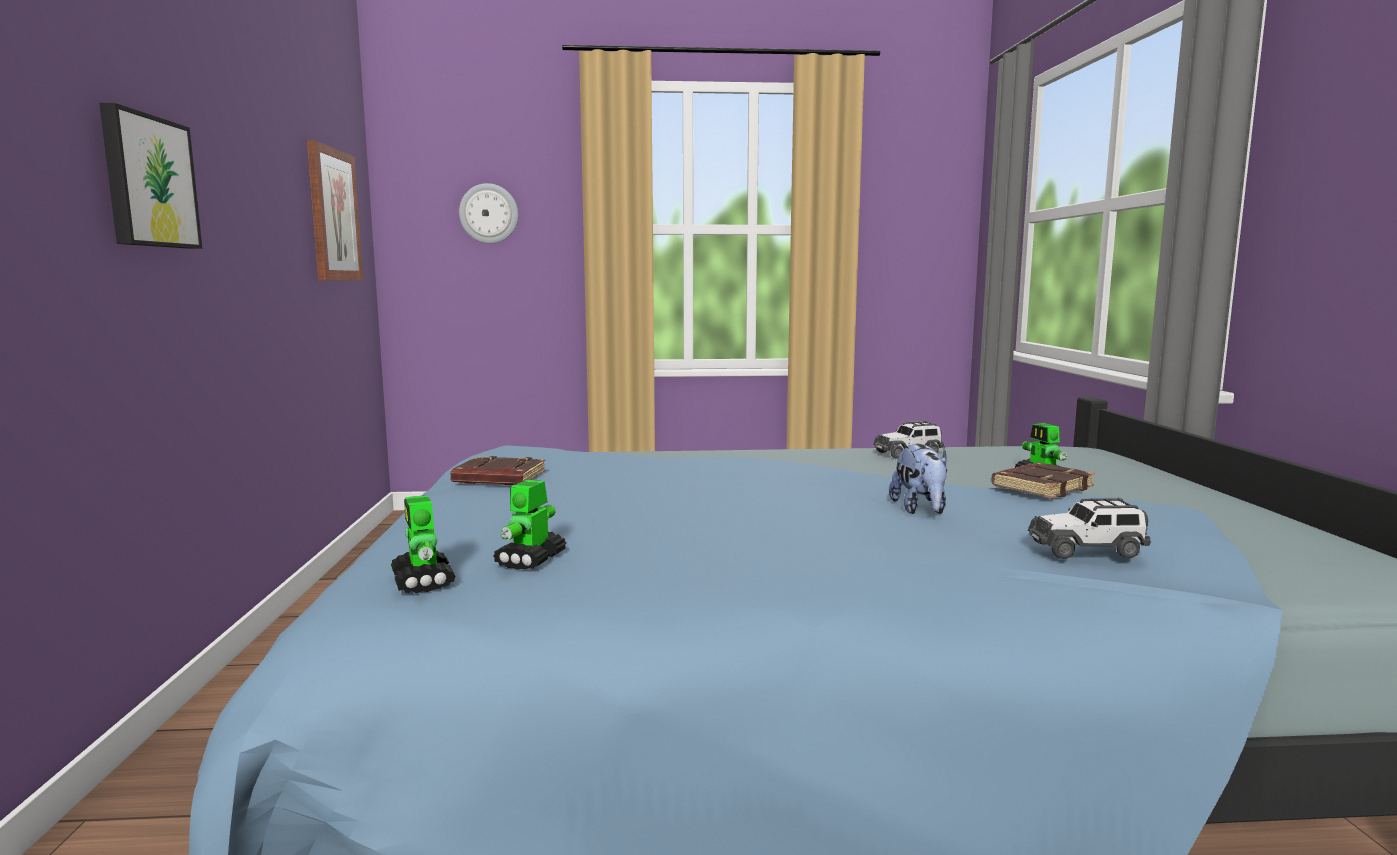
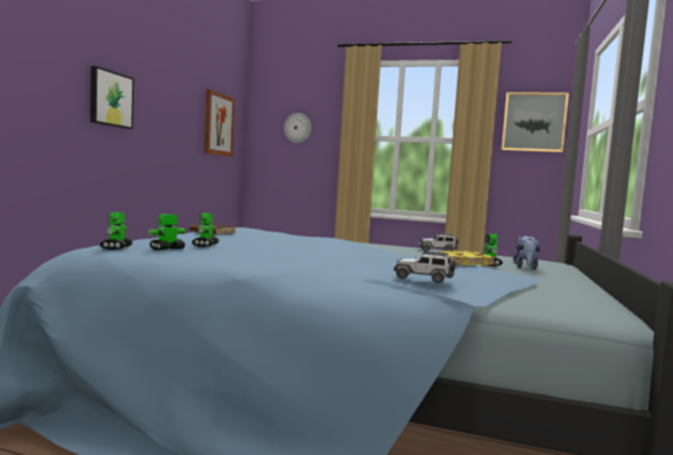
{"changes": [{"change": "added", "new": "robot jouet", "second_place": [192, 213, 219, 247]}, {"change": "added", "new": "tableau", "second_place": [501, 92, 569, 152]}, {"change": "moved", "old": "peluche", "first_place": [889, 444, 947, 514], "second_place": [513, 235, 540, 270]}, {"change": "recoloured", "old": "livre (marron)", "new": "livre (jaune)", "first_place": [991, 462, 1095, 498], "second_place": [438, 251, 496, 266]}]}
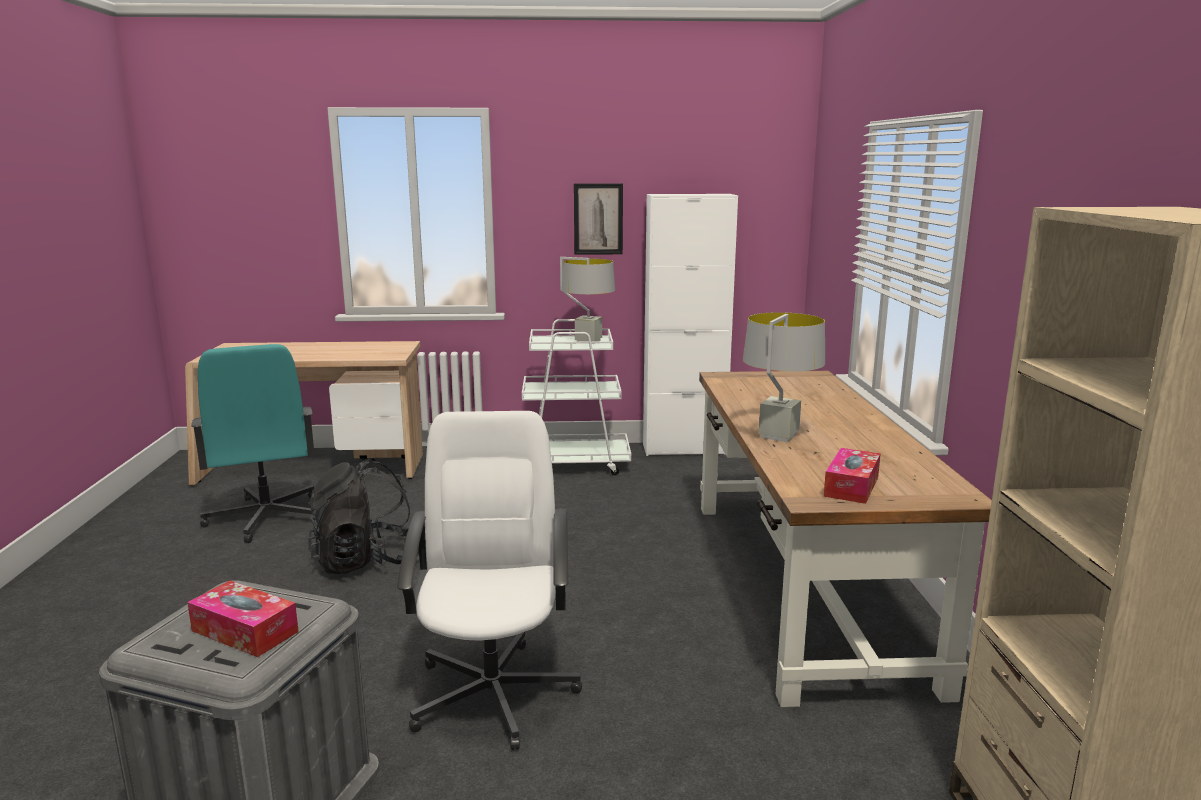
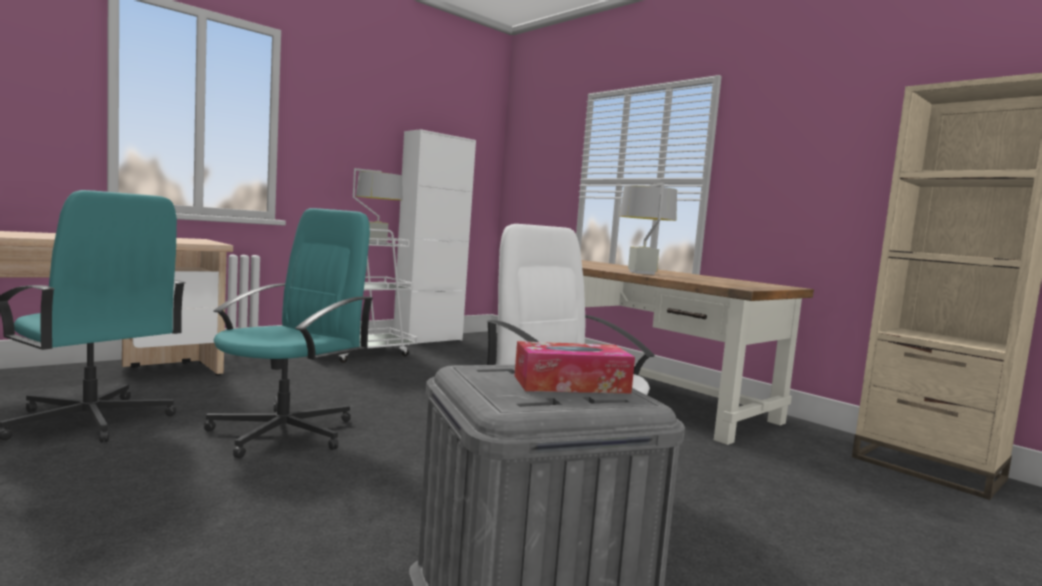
{"changes": [{"change": "removed", "old": "tableau", "first_place": [574, 183, 623, 255]}, {"change": "removed", "old": "boîte à mouchoirs", "first_place": [824, 448, 881, 504]}, {"change": "replaced", "old": "sac à dos (noir)", "new": "chaise de bureau (turquoise)", "first_place": [308, 458, 419, 574], "second_place": [204, 208, 373, 458]}]}
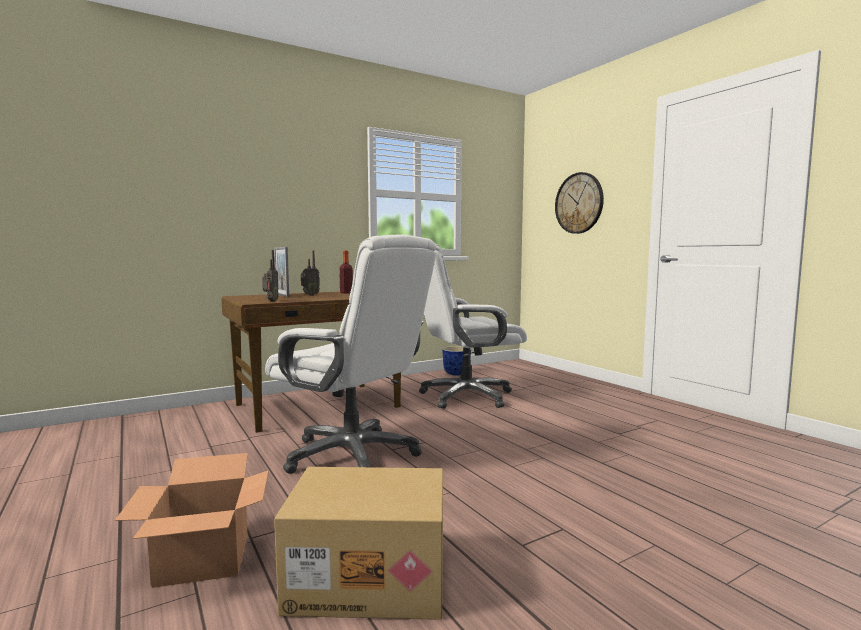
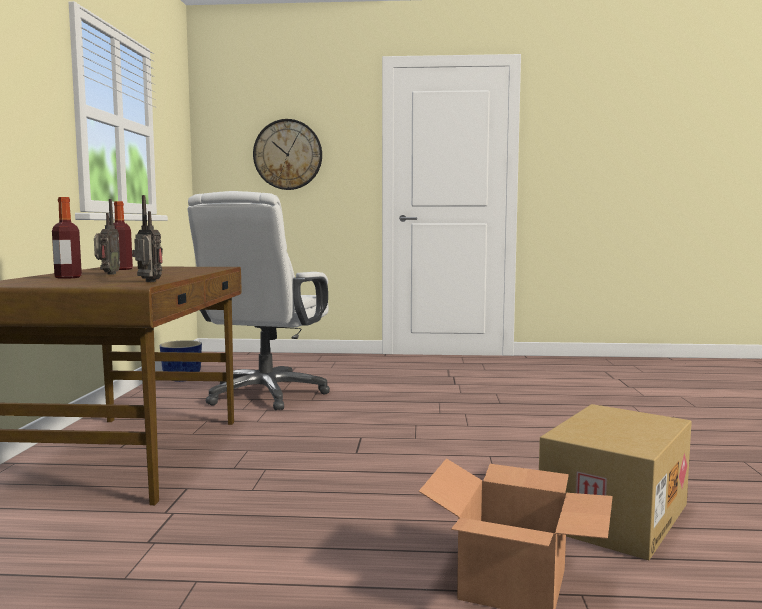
{"changes": [{"change": "removed", "old": "chaise de bureau (blanc)", "first_place": [265, 234, 436, 474]}, {"change": "replaced", "old": "cadre photo", "new": "bouteille", "first_place": [274, 247, 289, 297], "second_place": [52, 197, 82, 279]}]}
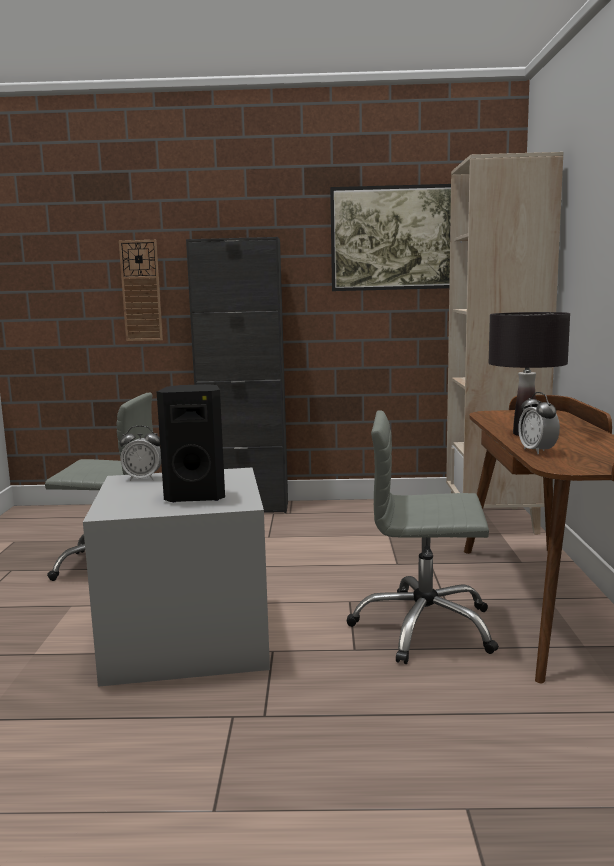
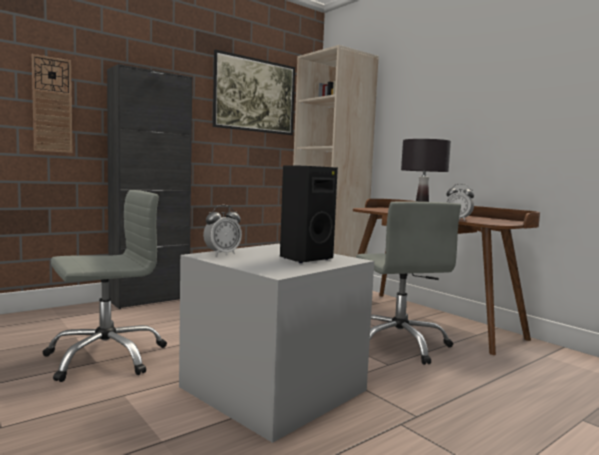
{"changes": [{"change": "turned", "old": "chaise de bureau (gris)", "first_place": [347, 410, 499, 664], "second_place": [356, 202, 461, 365], "degrees": -75}]}
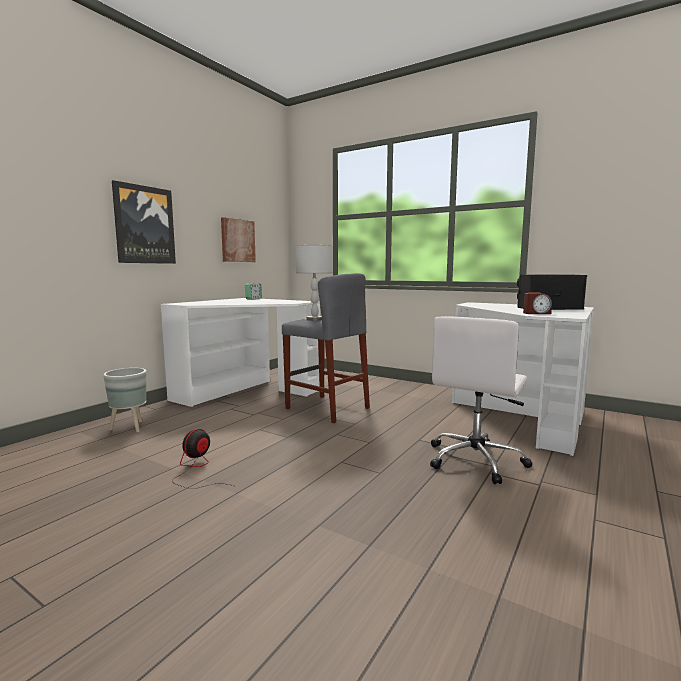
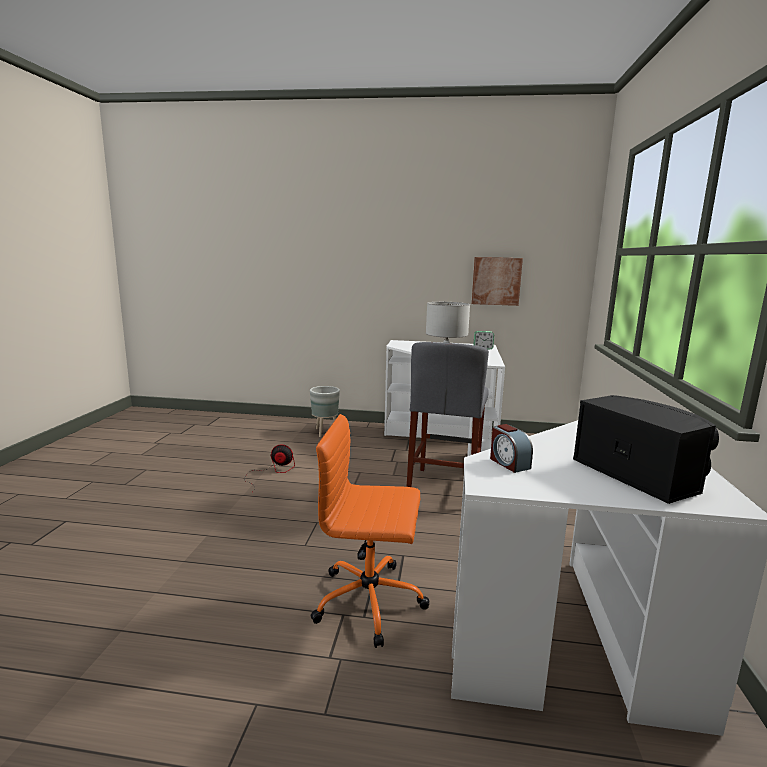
{"changes": [{"change": "removed", "old": "tableau", "first_place": [112, 180, 176, 264]}, {"change": "recoloured", "old": "chaise de bureau (blanc)", "new": "chaise de bureau (orange)", "first_place": [430, 316, 533, 484], "second_place": [310, 414, 429, 648]}]}
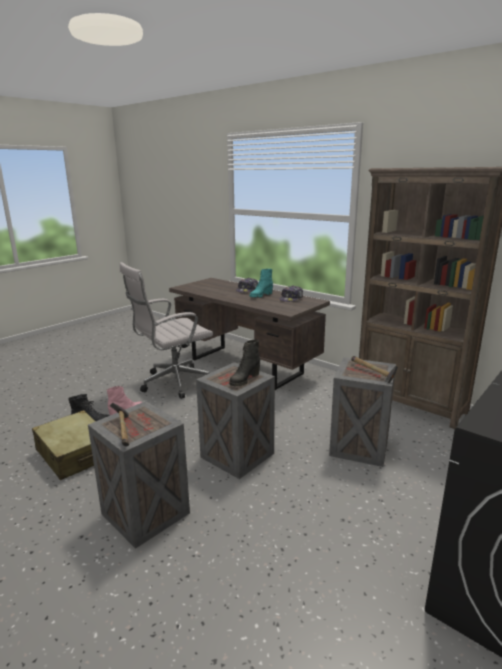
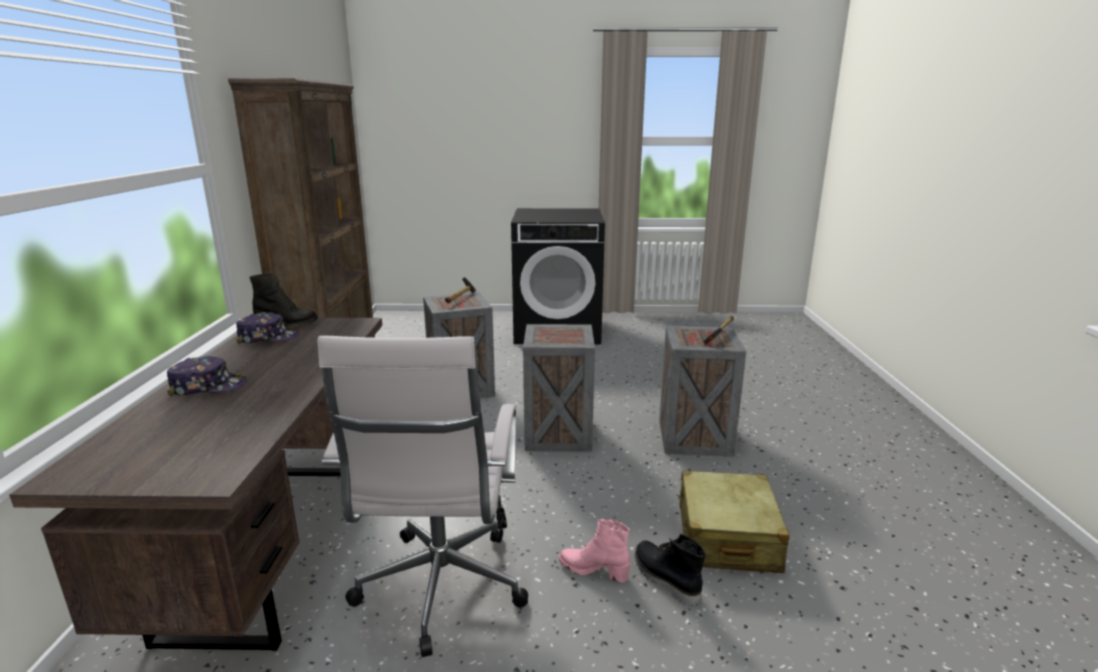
{"changes": [{"change": "removed", "old": "botte (turquoise)", "first_place": [250, 269, 273, 298]}, {"change": "moved", "old": "botte (noir)", "first_place": [229, 340, 260, 386], "second_place": [250, 274, 318, 328]}, {"change": "turned", "old": "chaise de bureau (blanc)", "first_place": [120, 262, 213, 399], "second_place": [317, 336, 528, 657], "degrees": 75}]}
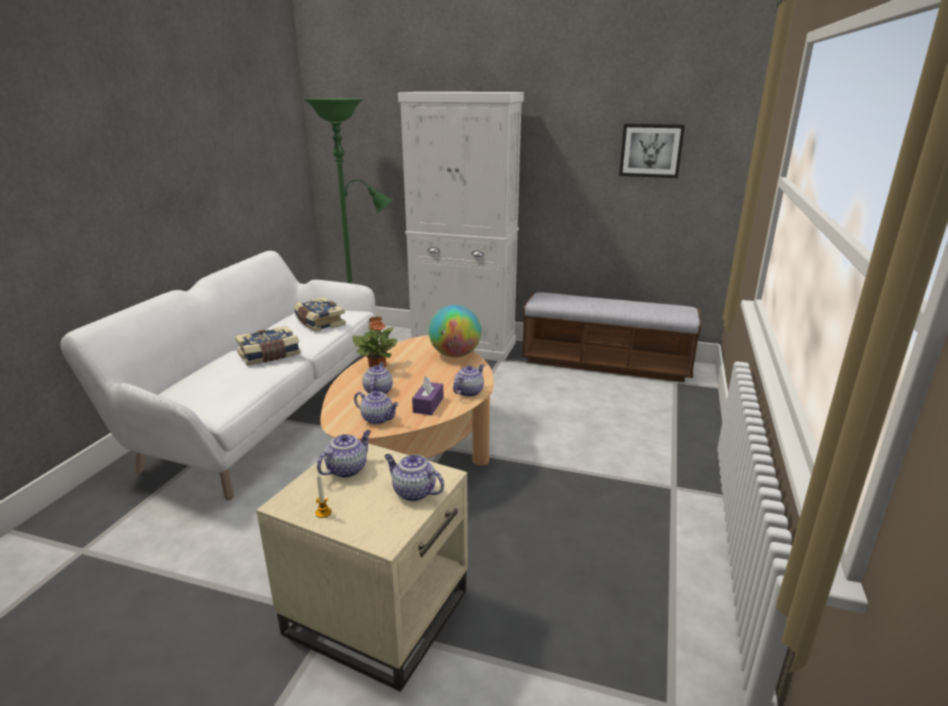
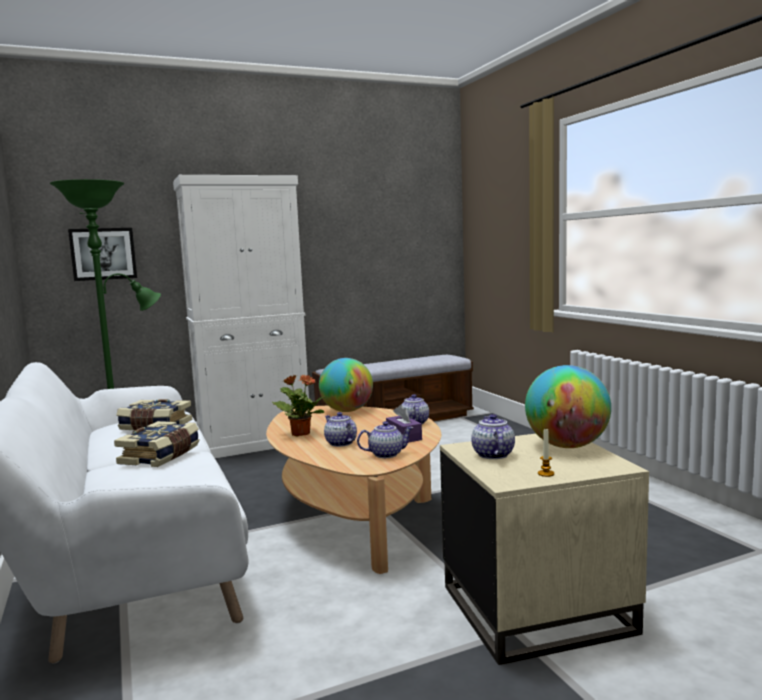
{"changes": [{"change": "moved", "old": "tableau", "first_place": [619, 124, 685, 178], "second_place": [68, 228, 137, 281]}, {"change": "replaced", "old": "théière", "new": "globe", "first_place": [384, 454, 444, 502], "second_place": [525, 365, 611, 448]}]}
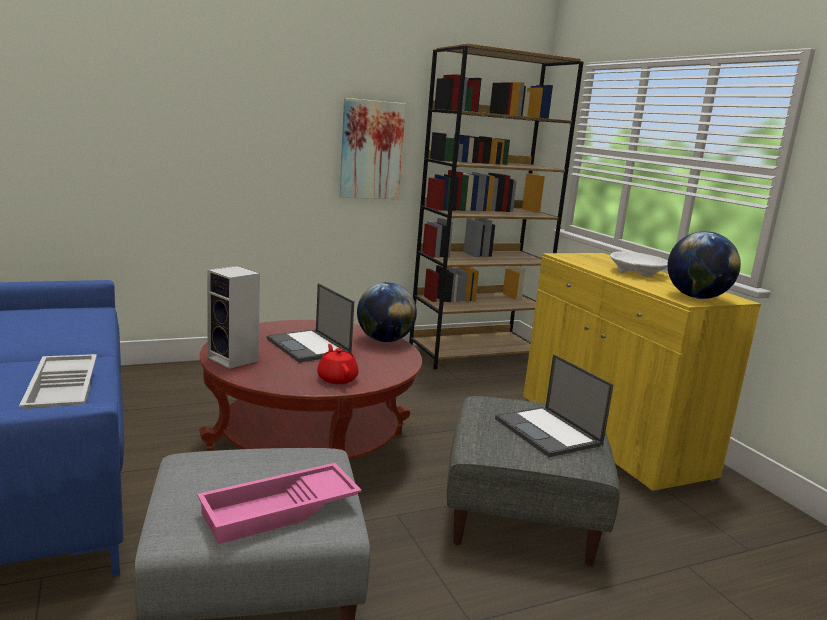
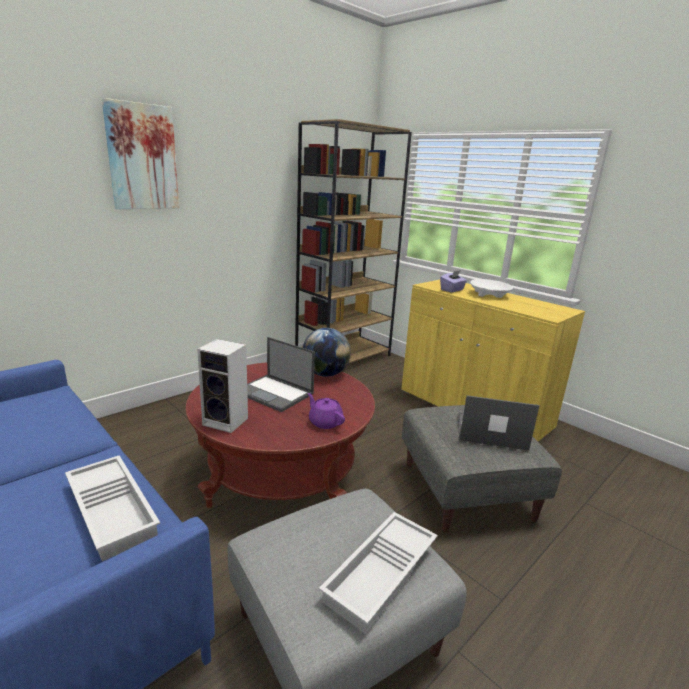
{"changes": [{"change": "removed", "old": "globe", "first_place": [667, 231, 741, 299]}, {"change": "added", "new": "boîte à mouchoirs (violet)", "second_place": [440, 270, 467, 293]}, {"change": "moved", "old": "tableau", "first_place": [339, 98, 406, 199], "second_place": [102, 98, 179, 209]}, {"change": "recoloured", "old": "plateau (rose)", "new": "plateau (blanc)", "first_place": [197, 463, 362, 544], "second_place": [319, 512, 438, 634]}, {"change": "recoloured", "old": "théière (rouge)", "new": "théière (violet)", "first_place": [317, 344, 359, 384], "second_place": [308, 393, 345, 429]}, {"change": "turned", "old": "ordinateur portable", "first_place": [495, 354, 614, 457], "second_place": [458, 395, 540, 451], "degrees": 150}]}
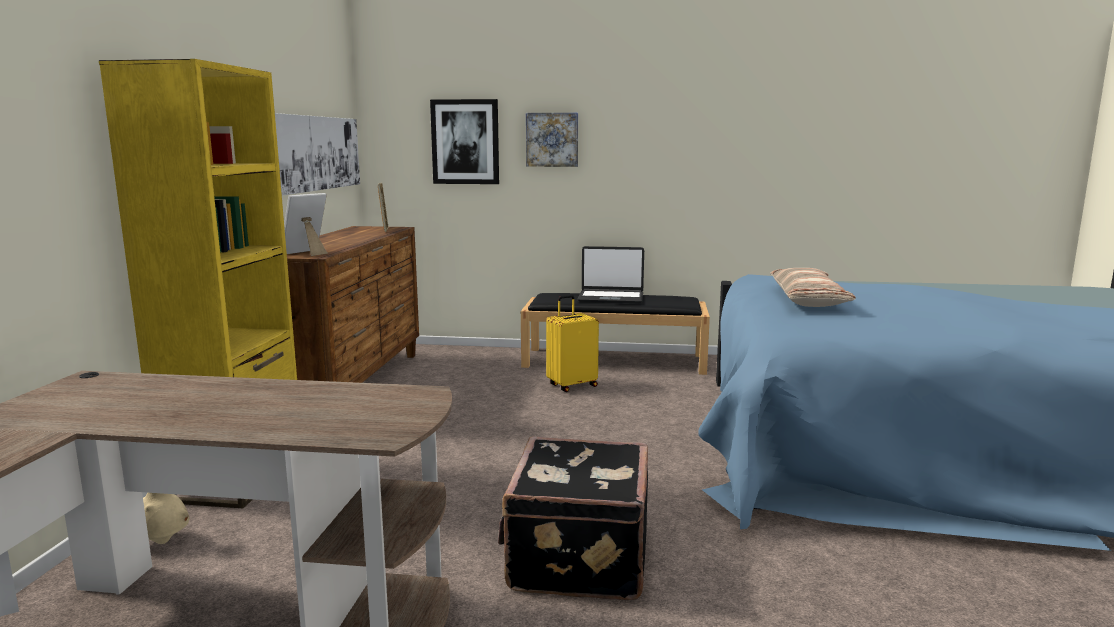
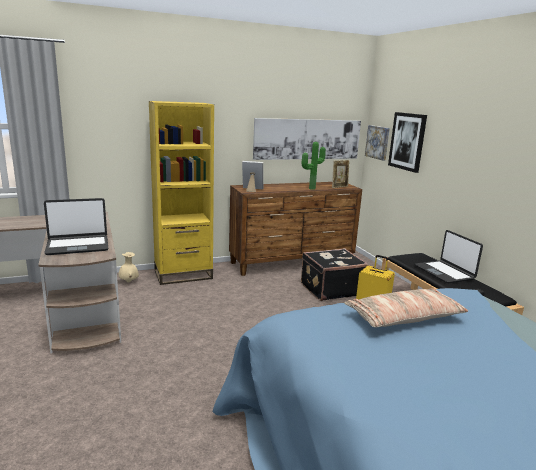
{"changes": [{"change": "added", "new": "ordinateur portable", "second_place": [44, 198, 108, 255]}, {"change": "added", "new": "plante en pot", "second_place": [301, 142, 326, 190]}, {"change": "moved", "old": "valise (noir)", "first_place": [498, 437, 648, 600], "second_place": [301, 248, 368, 301]}, {"change": "moved", "old": "tableau", "first_place": [526, 113, 578, 167], "second_place": [365, 125, 390, 160]}]}
